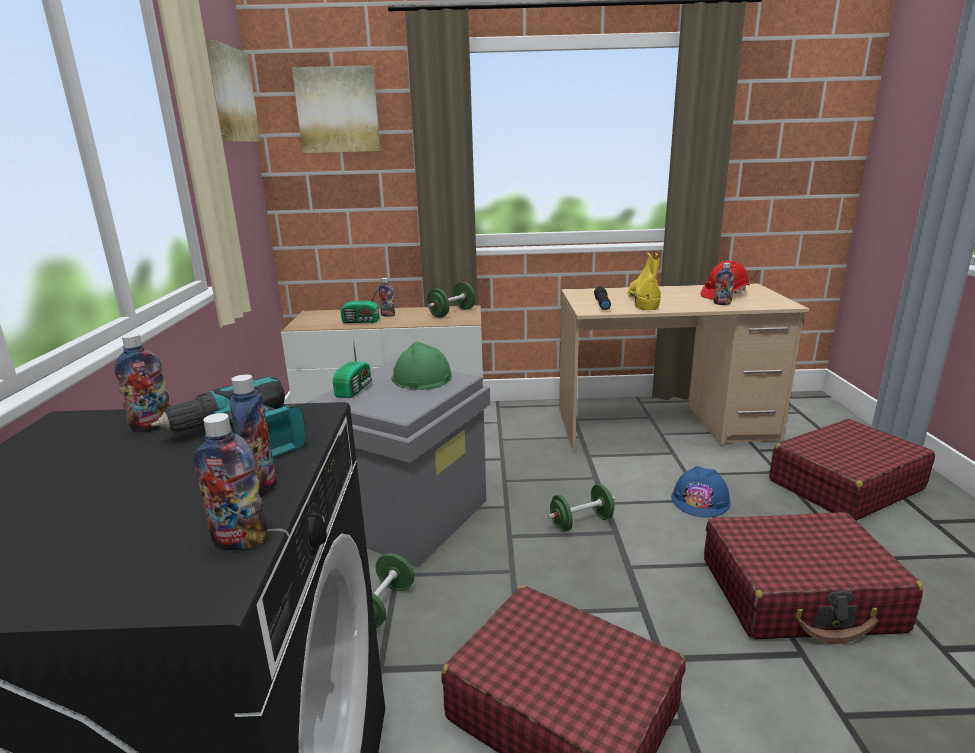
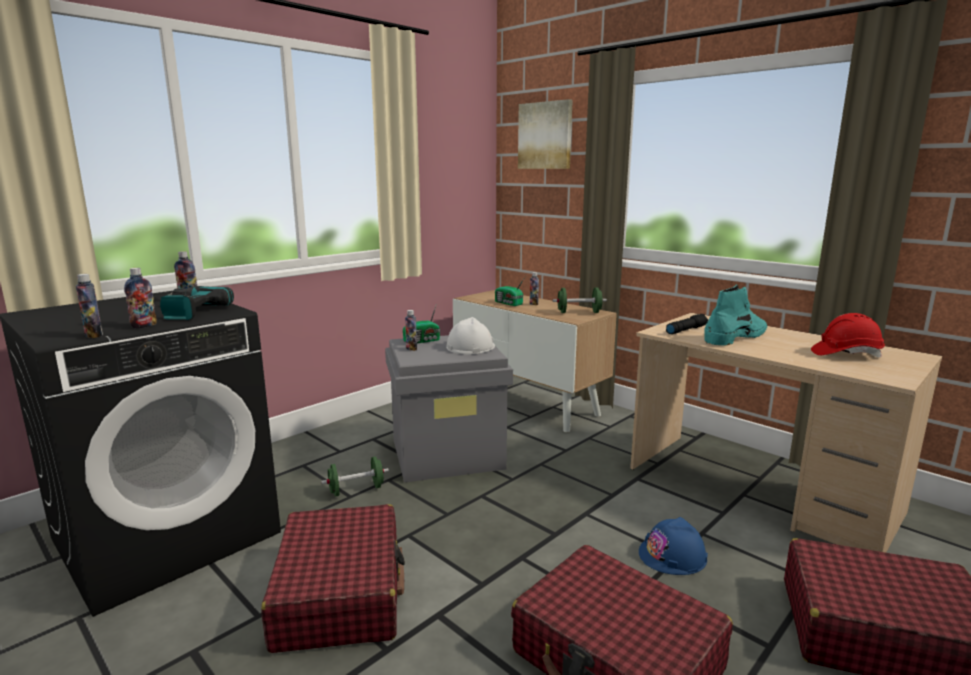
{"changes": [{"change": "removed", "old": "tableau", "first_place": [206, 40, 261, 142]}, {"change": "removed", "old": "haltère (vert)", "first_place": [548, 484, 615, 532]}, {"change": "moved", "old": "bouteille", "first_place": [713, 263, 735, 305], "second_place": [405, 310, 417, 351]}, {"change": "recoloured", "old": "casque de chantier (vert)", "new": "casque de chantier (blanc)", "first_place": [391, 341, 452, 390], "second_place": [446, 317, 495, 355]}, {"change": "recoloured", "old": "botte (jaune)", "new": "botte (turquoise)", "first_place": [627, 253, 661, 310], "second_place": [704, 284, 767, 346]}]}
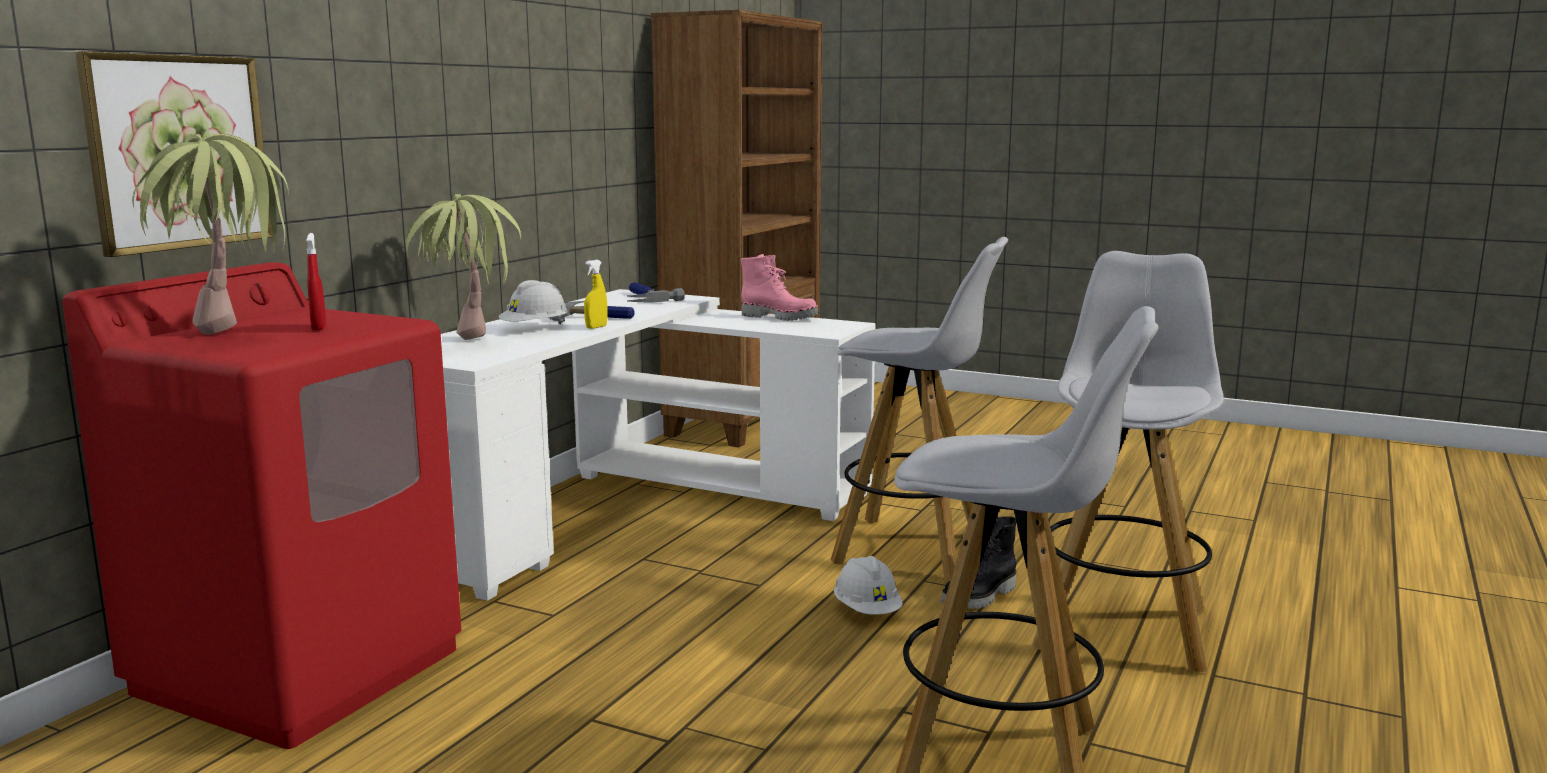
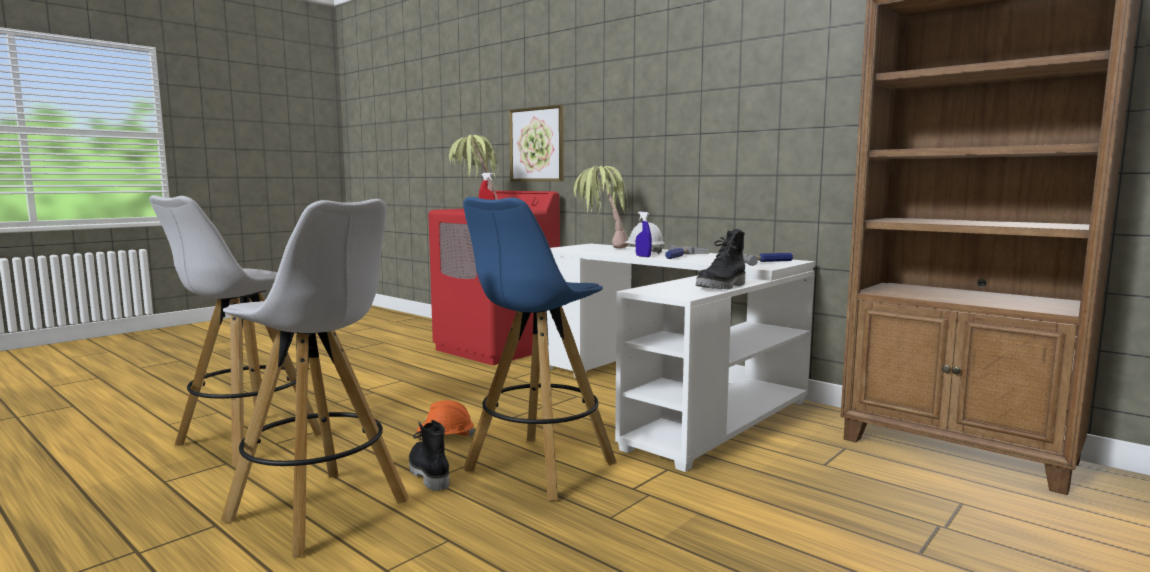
{"changes": [{"change": "recoloured", "old": "vaporisateur (jaune)", "new": "vaporisateur (bleu)", "first_place": [584, 260, 607, 329], "second_place": [636, 211, 652, 257]}, {"change": "recoloured", "old": "botte (rose)", "new": "botte (noir)", "first_place": [741, 254, 819, 321], "second_place": [696, 229, 745, 289]}, {"change": "recoloured", "old": "tabouret (blanc)", "new": "tabouret (bleu)", "first_place": [831, 237, 1008, 580], "second_place": [463, 197, 617, 500]}, {"change": "recoloured", "old": "casque de chantier (blanc)", "new": "casque de chantier (orange)", "first_place": [834, 556, 903, 615], "second_place": [417, 400, 475, 437]}]}
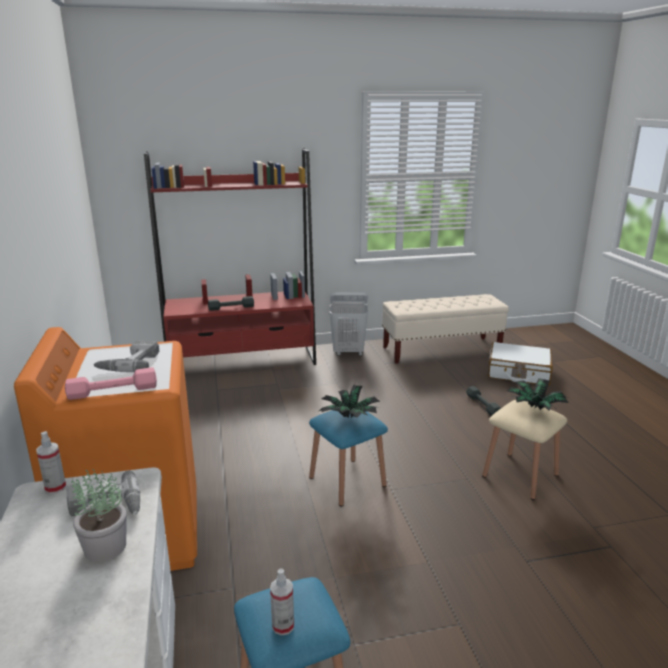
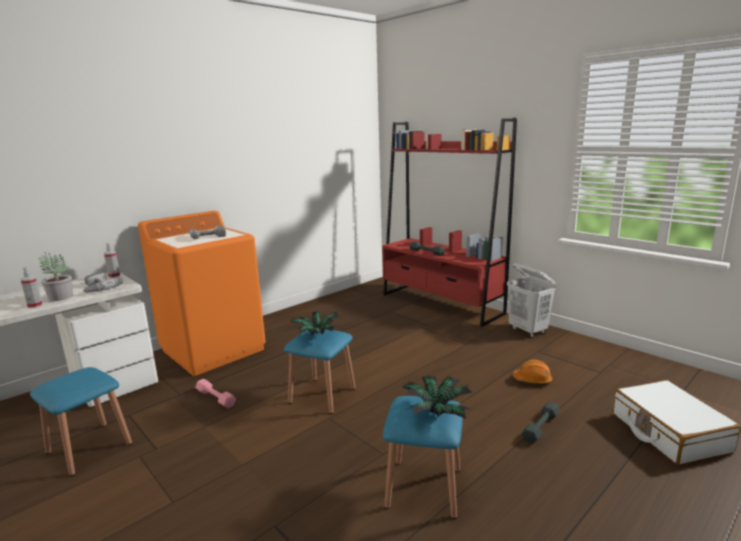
{"changes": [{"change": "removed", "old": "banc (beige)", "first_place": [382, 294, 509, 364]}, {"change": "added", "new": "casque de chantier (orange)", "second_place": [513, 360, 553, 384]}, {"change": "moved", "old": "haltère (rose)", "first_place": [65, 367, 157, 400], "second_place": [195, 379, 236, 408]}, {"change": "moved", "old": "vaporisateur", "first_place": [270, 568, 294, 636], "second_place": [20, 267, 43, 308]}, {"change": "recoloured", "old": "tabouret (beige)", "new": "tabouret (bleu)", "first_place": [482, 400, 567, 500], "second_place": [383, 396, 463, 519]}]}
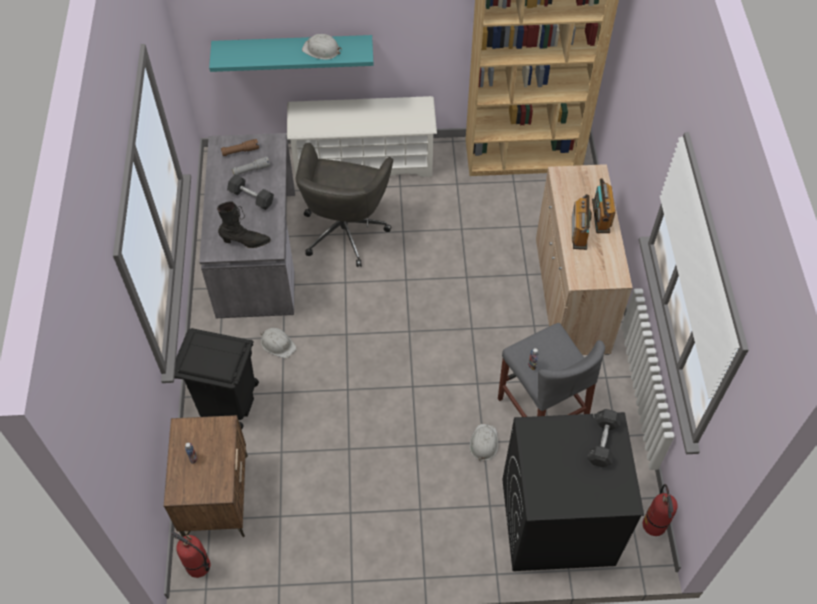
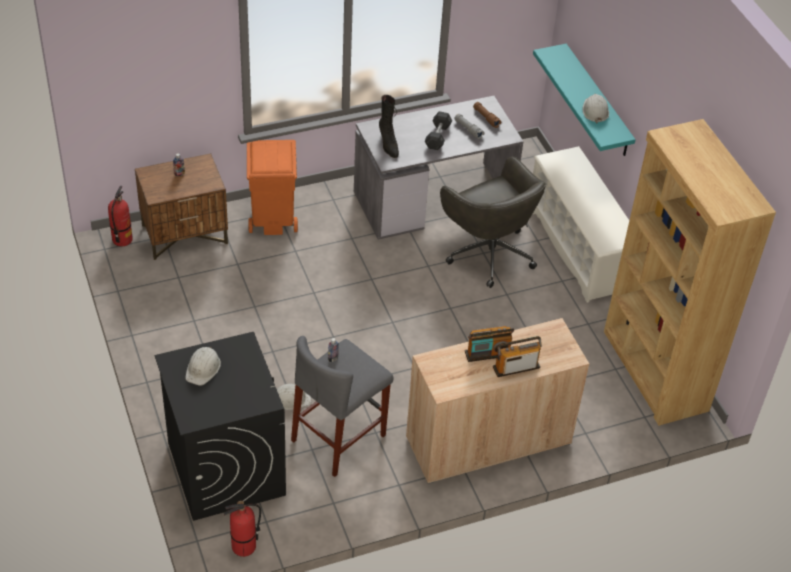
{"changes": [{"change": "removed", "old": "haltère (gris)", "first_place": [587, 409, 621, 467]}, {"change": "moved", "old": "casque de chantier (blanc)", "first_place": [260, 328, 296, 358], "second_place": [186, 347, 221, 386]}, {"change": "recoloured", "old": "poubelle (noir)", "new": "poubelle (orange)", "first_place": [174, 328, 259, 430], "second_place": [247, 140, 298, 235]}, {"change": "turned", "old": "chaise de bureau (gris)", "first_place": [296, 143, 393, 267], "second_place": [440, 157, 546, 288], "degrees": -120}]}
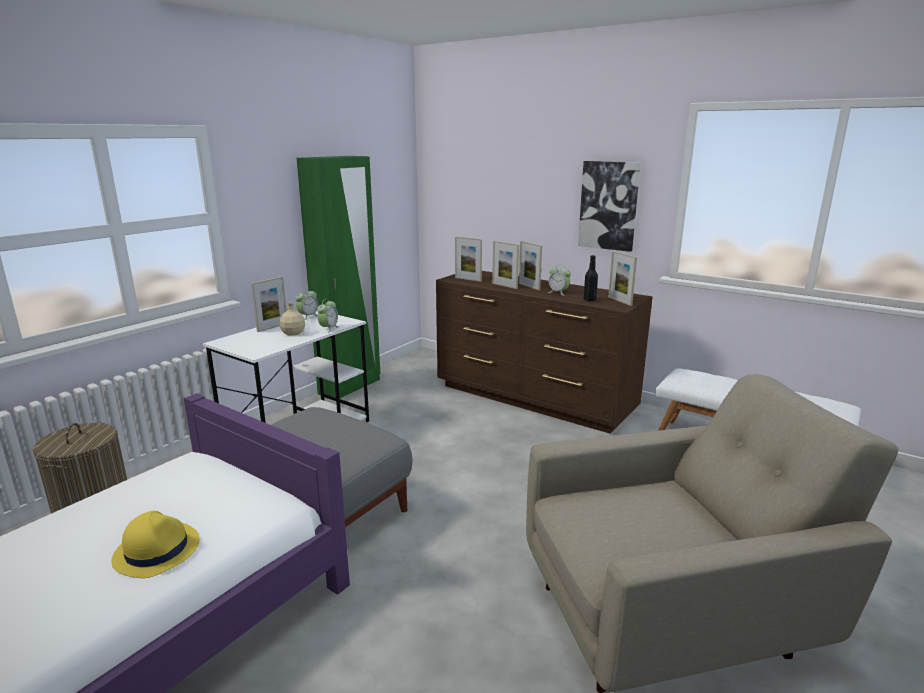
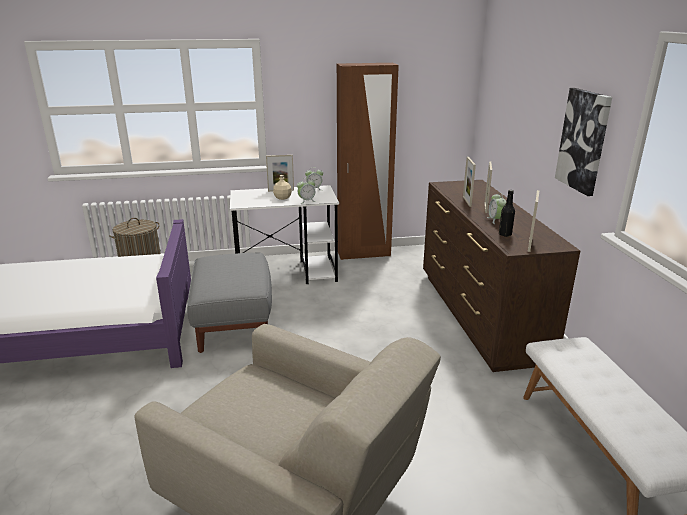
{"changes": [{"change": "removed", "old": "chapeau (jaune)", "first_place": [111, 511, 200, 578]}, {"change": "removed", "old": "cadre photo", "first_place": [455, 236, 482, 282]}, {"change": "recoloured", "old": "armoire (vert)", "new": "armoire (marron)", "first_place": [297, 156, 380, 398], "second_place": [337, 63, 399, 260]}]}
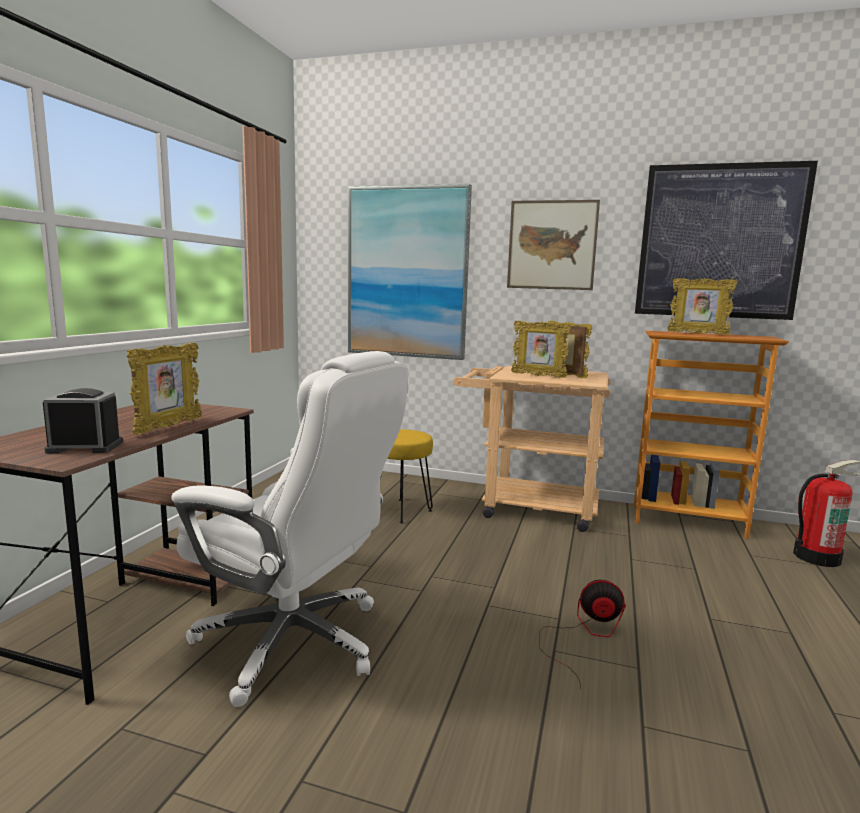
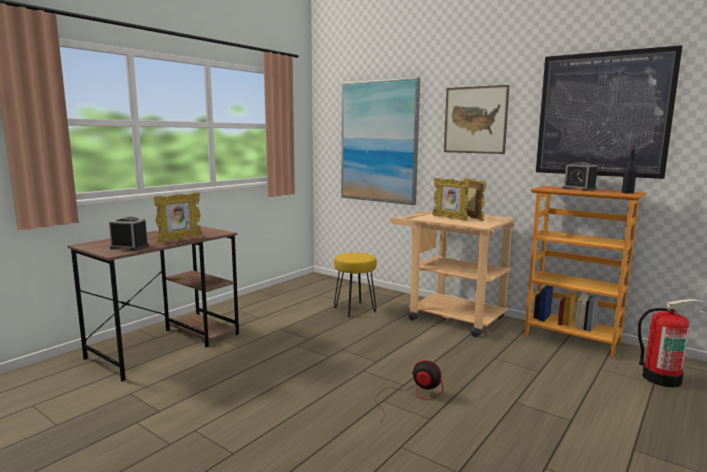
{"changes": [{"change": "removed", "old": "chaise de bureau (blanc)", "first_place": [171, 351, 408, 707]}, {"change": "added", "new": "bouteille (noir)", "second_place": [622, 146, 637, 194]}, {"change": "replaced", "old": "cadre photo", "new": "réveil", "first_place": [667, 278, 737, 335], "second_place": [562, 162, 597, 191]}]}
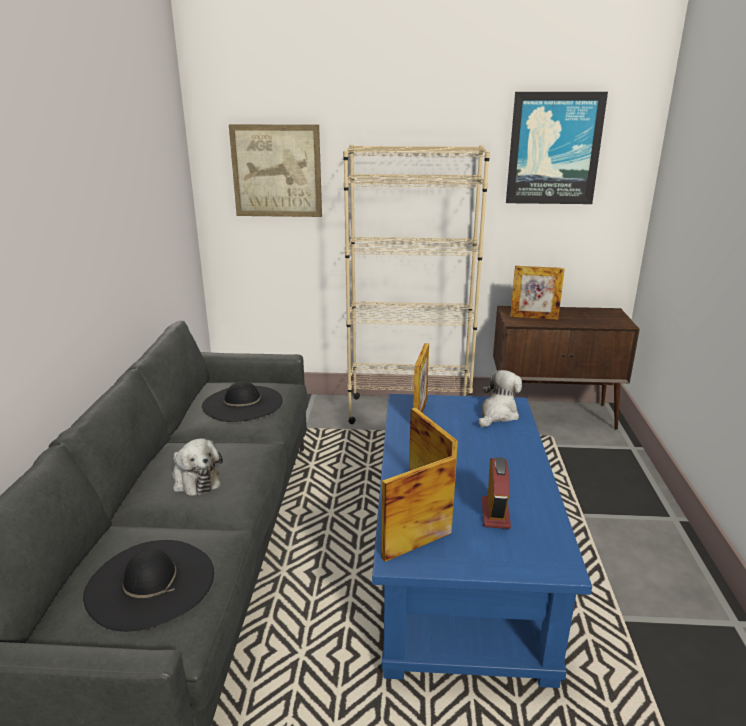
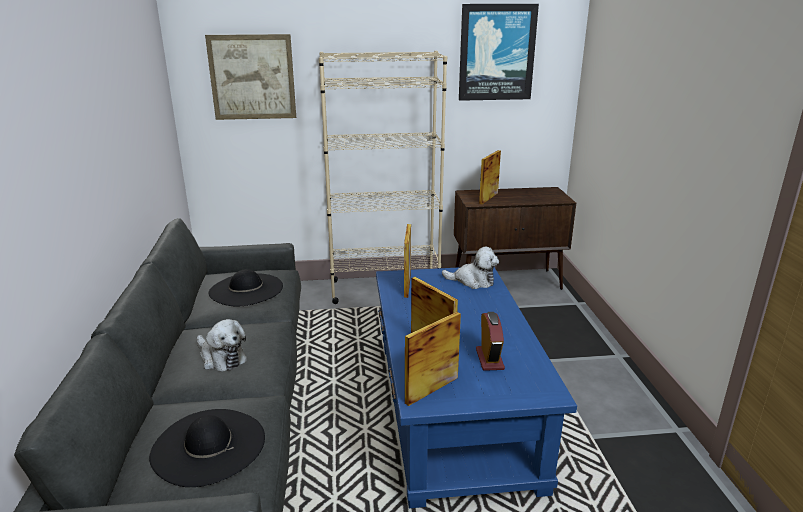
{"changes": [{"change": "turned", "old": "peluche", "first_place": [478, 370, 522, 427], "second_place": [442, 247, 499, 289], "degrees": 75}, {"change": "turned", "old": "cadre photo", "first_place": [510, 266, 565, 320], "second_place": [479, 150, 501, 204], "degrees": 120}]}
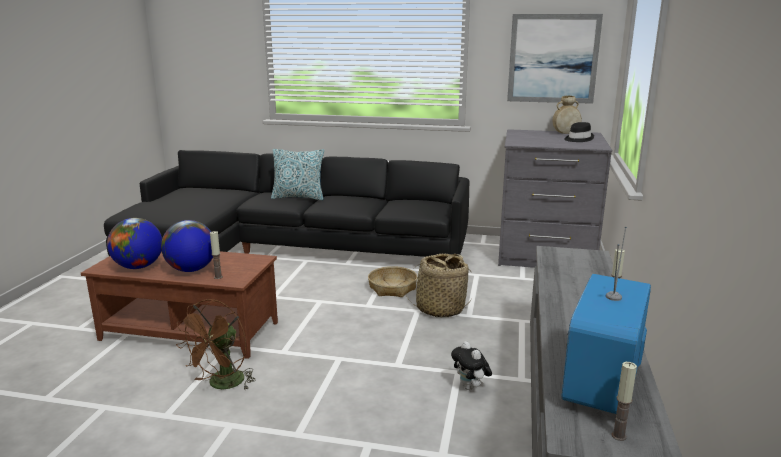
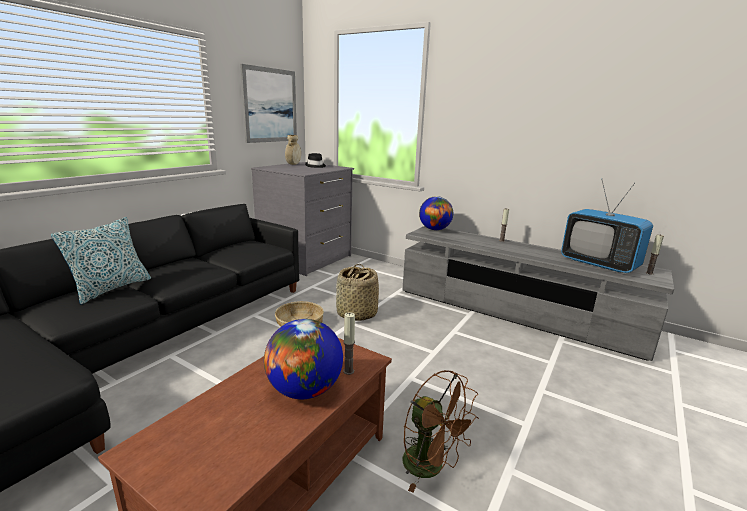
{"changes": [{"change": "removed", "old": "peluche", "first_place": [451, 341, 492, 390]}, {"change": "moved", "old": "globe", "first_place": [107, 218, 162, 269], "second_place": [419, 196, 453, 230]}]}
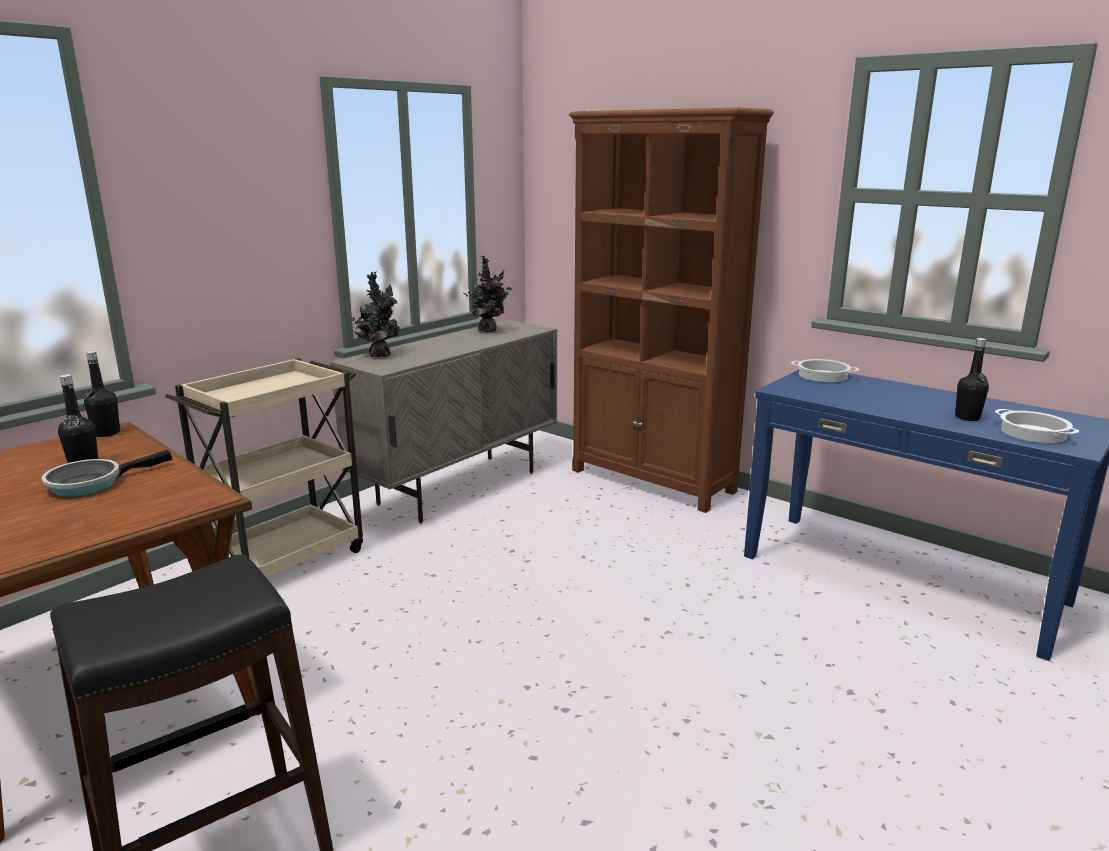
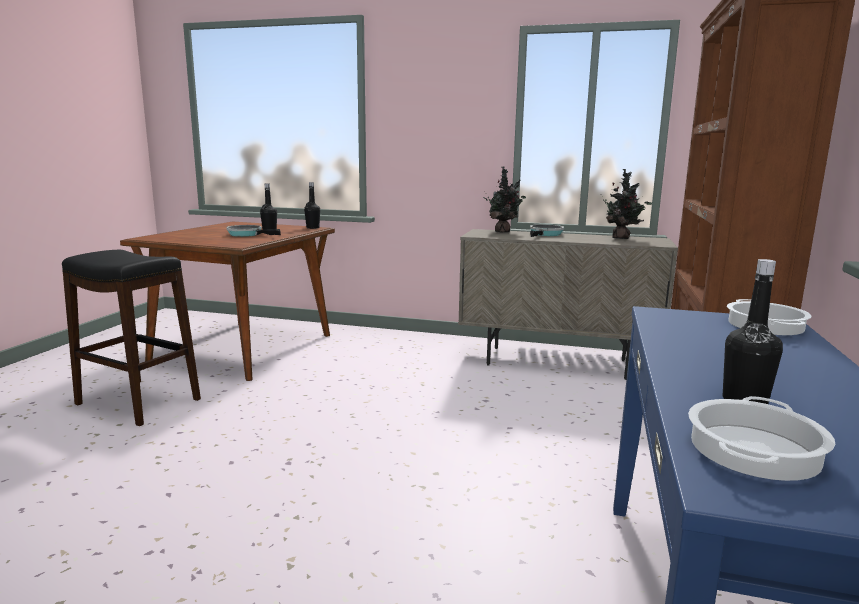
{"changes": [{"change": "removed", "old": "chariot (beige)", "first_place": [165, 358, 363, 578]}, {"change": "added", "new": "poêle", "second_place": [530, 224, 564, 237]}]}
